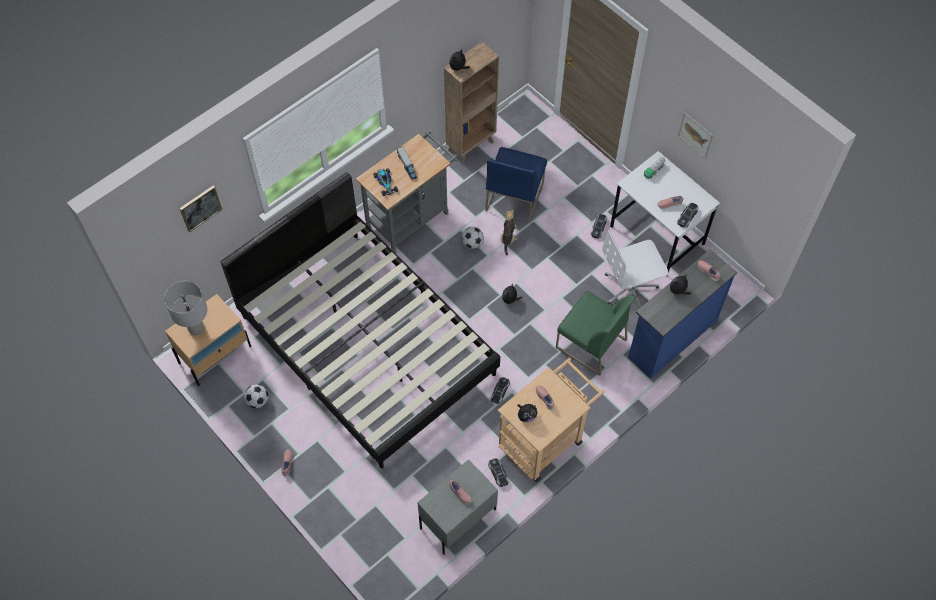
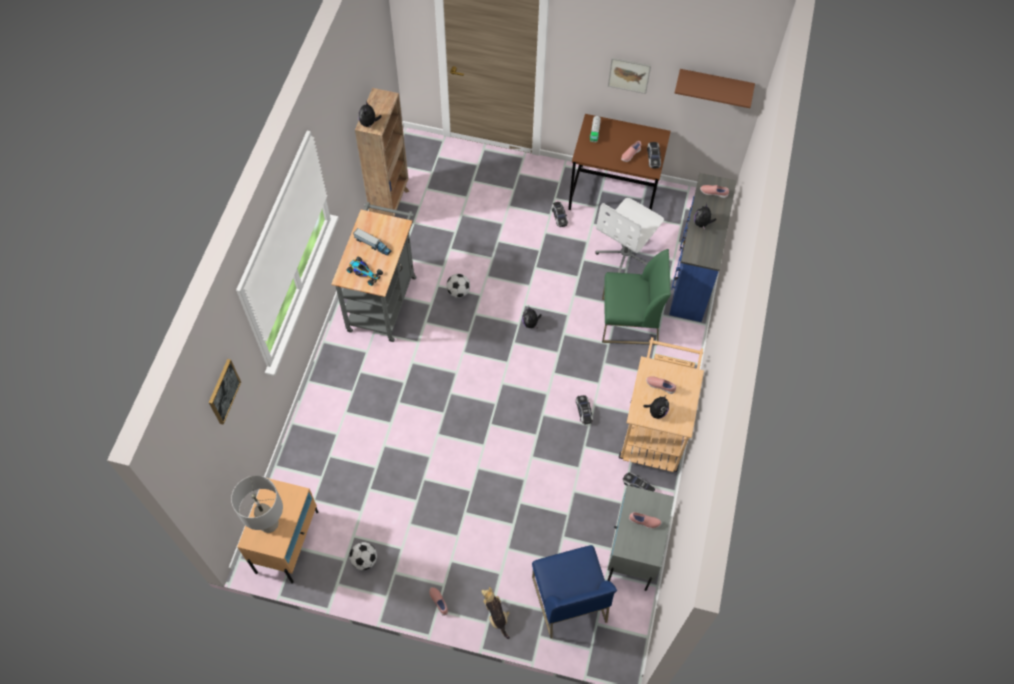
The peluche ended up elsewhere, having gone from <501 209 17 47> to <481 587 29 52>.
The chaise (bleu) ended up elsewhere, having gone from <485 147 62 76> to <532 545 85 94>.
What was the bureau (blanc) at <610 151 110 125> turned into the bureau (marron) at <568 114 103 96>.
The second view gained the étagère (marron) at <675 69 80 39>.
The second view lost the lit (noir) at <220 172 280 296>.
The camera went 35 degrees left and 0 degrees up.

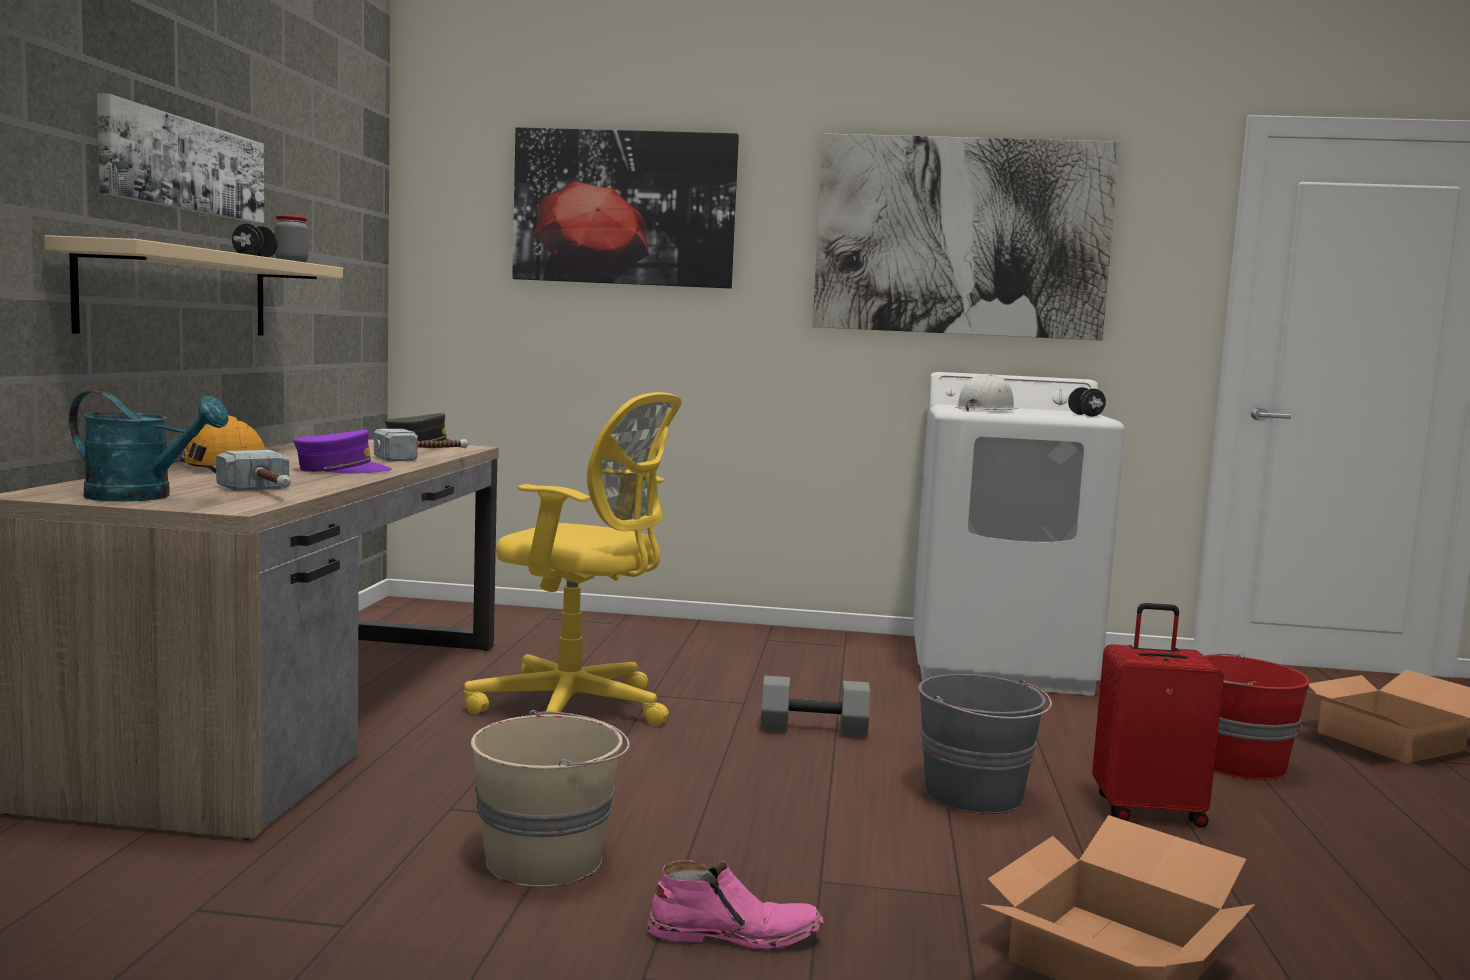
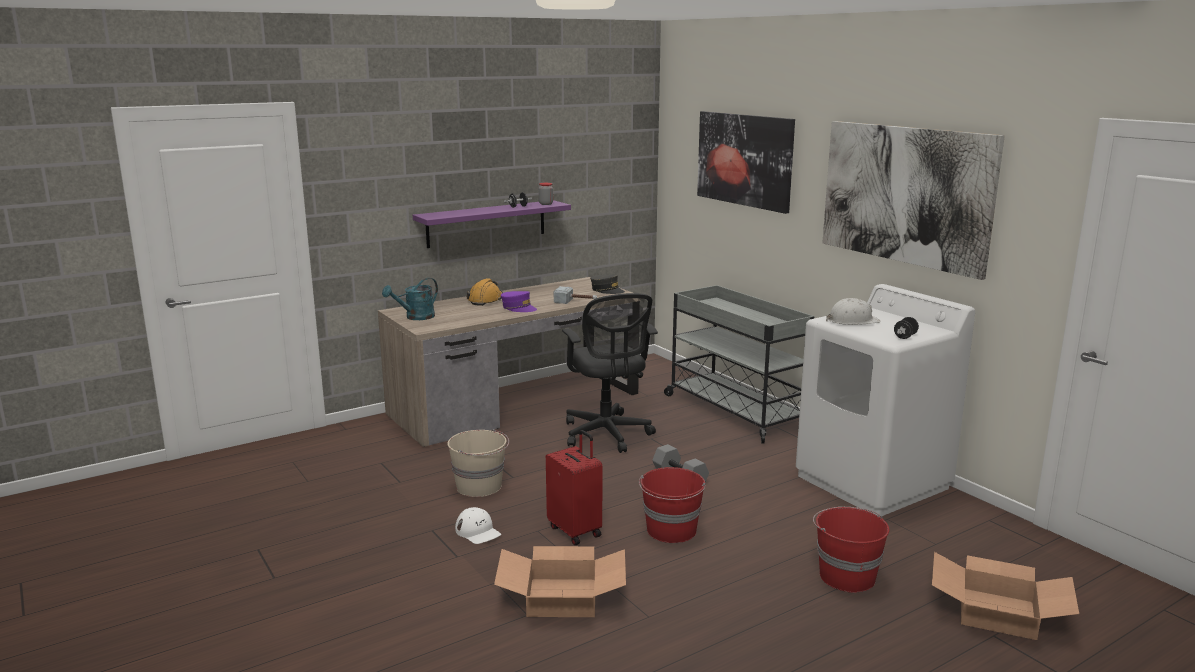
The arrosoir (turquoise) at <69 391 160 110> ended up facing another way, 75 degrees clockwise from before.
What was the étagère (beige) at <44 235 299 101> turned into the étagère (violet) at <413 200 158 48>.
Where the botte (rose) stood at <648 860 175 89>, the casquette (blanc) came to stand at <455 507 46 37>.
The valise (rouge) ended up elsewhere, having gone from <1092 603 132 224> to <546 430 56 115>.
What was the chaise de bureau (jaune) at <464 392 218 334> turned into the chaise de bureau (noir) at <562 293 96 160>.
What was the seau (gris) at <918 674 134 140> turned into the seau (rouge) at <639 467 67 76>.
The second view gained the chariot (gris) at <664 285 150 159>.
The second view lost the tableau at <97 93 167 130>.
The second view lost the marteau at <216 450 75 41>.
The camera went 50 degrees right and 10 degrees up.

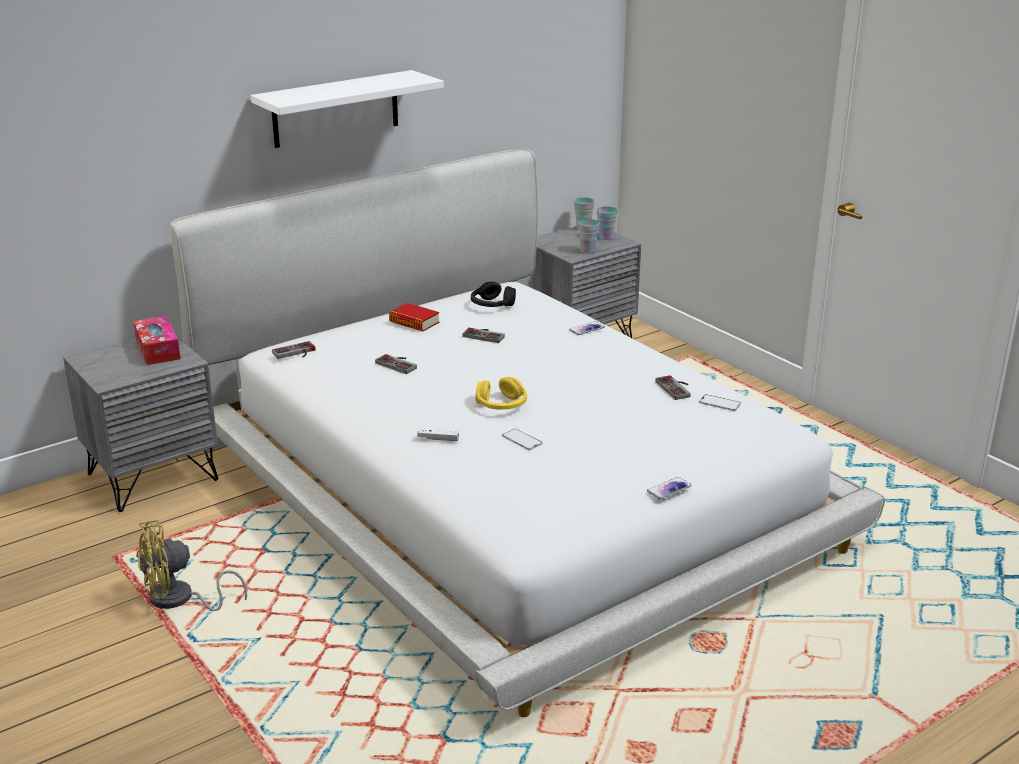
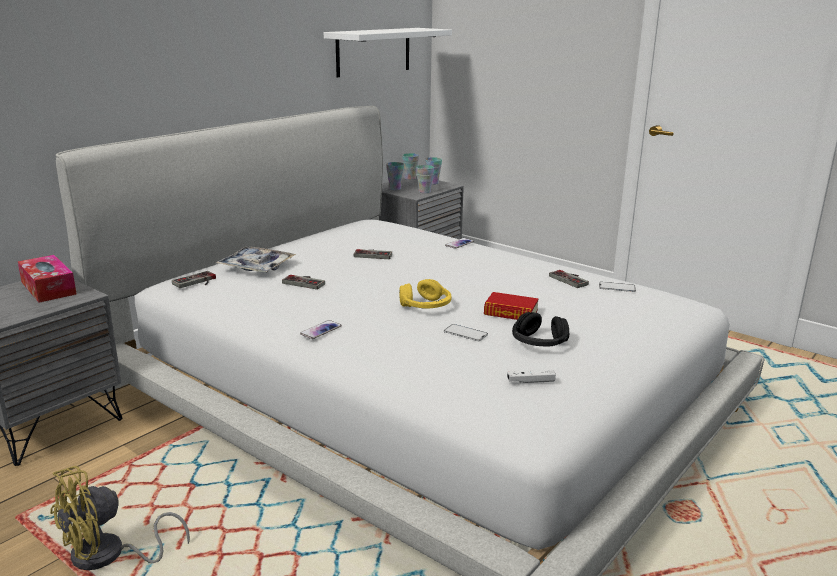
The second view gained the plateau at <216 246 80 27>.
The téléphone ended up elsewhere, having gone from <647 477 45 22> to <300 320 42 19>.
The étagère (blanc) ended up elsewhere, having gone from <251 70 193 78> to <324 28 128 50>.
The second view gained the tasse at <386 162 18 28>.
The livre ended up elsewhere, having gone from <389 303 51 28> to <484 292 55 28>.
The manette (blanc) ended up elsewhere, having gone from <417 428 42 13> to <507 369 49 14>.
The casque audio (noir) ended up elsewhere, having gone from <471 281 45 26> to <512 312 57 35>.
The camera went 15 degrees left and 5 degrees down.

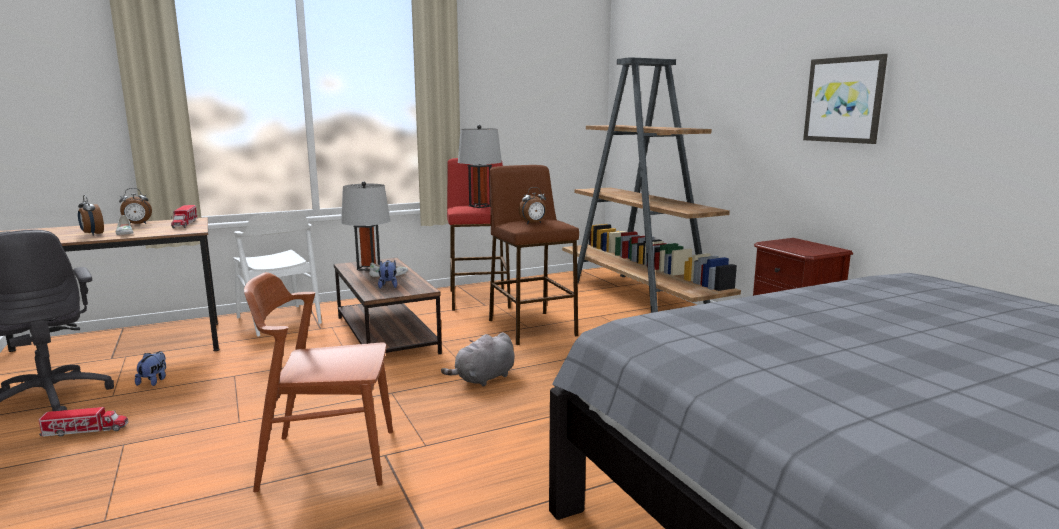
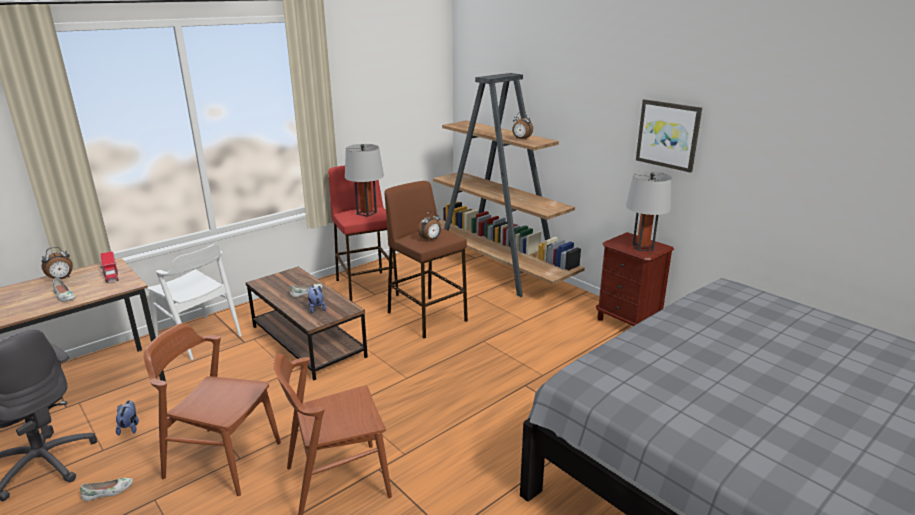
Where the camion jouet stood at <39 407 89 30>, the chaussure (blanc) came to stand at <80 478 53 23>.
The second view gained the chaise (marron) at <144 323 137 173>.
The réveil ended up elsewhere, having gone from <78 195 26 41> to <512 112 21 27>.
The lampe de table (gris) ended up elsewhere, having gone from <341 181 49 90> to <626 171 46 80>.
The second view lost the peluche (gris) at <441 332 74 55>.
The camera went 15 degrees left and 10 degrees up.

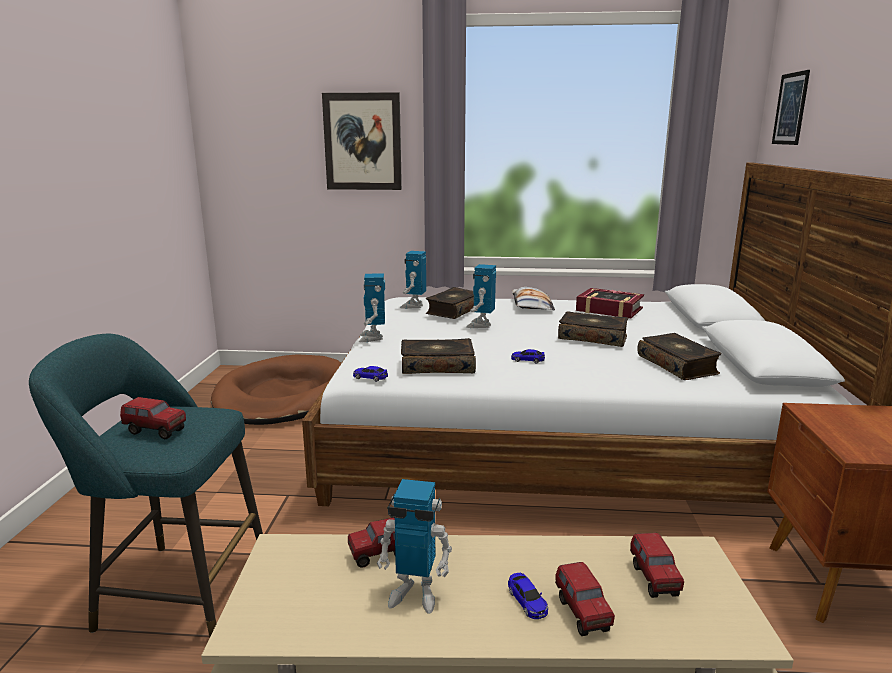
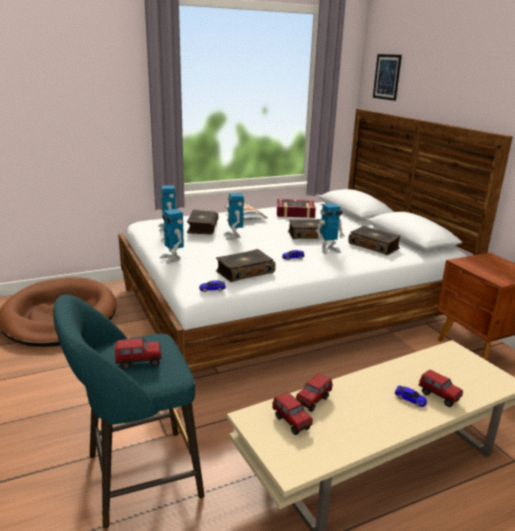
The camion jouet ended up elsewhere, having gone from <630 533 54 65> to <272 392 41 43>.
The robot jouet ended up elsewhere, having gone from <377 479 75 135> to <316 203 29 51>.
The second view lost the tableau at <322 92 80 98>.
The camera went 30 degrees left and 5 degrees up.

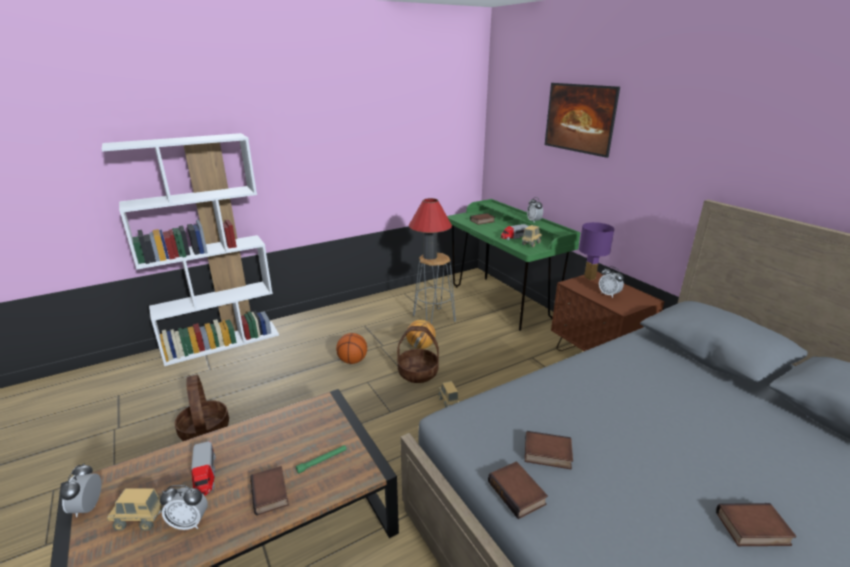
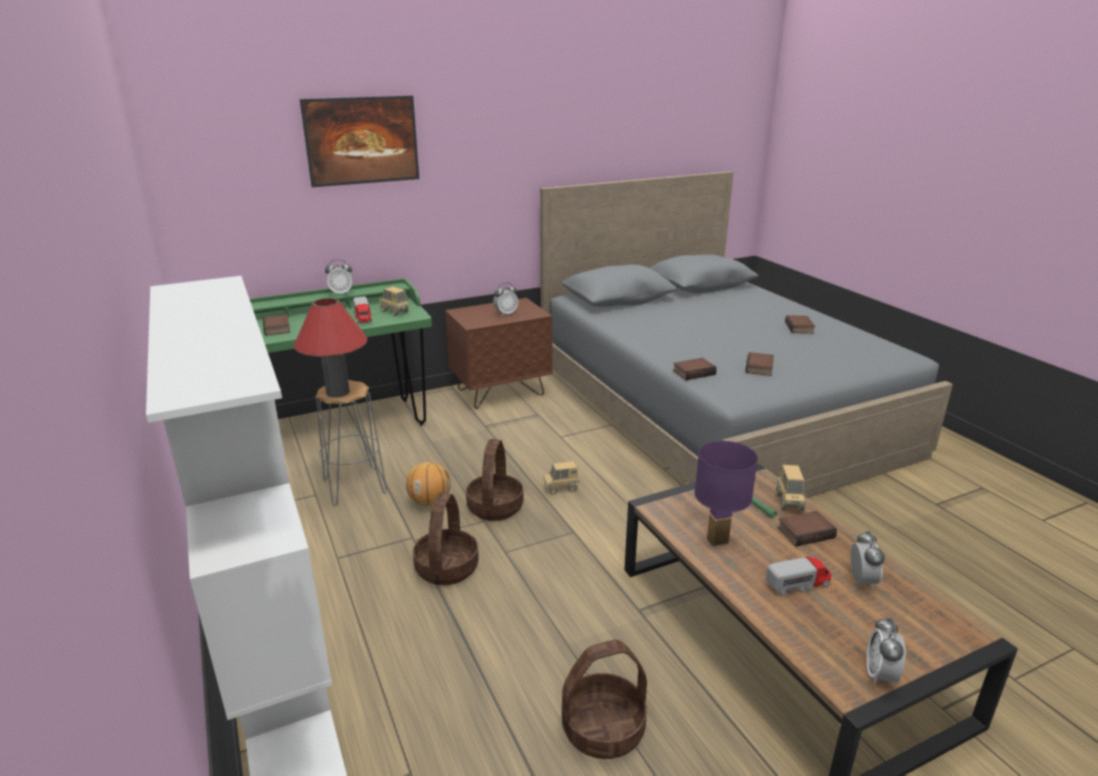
Where the ballon de basket stood at <336 333 31 31>, the panier came to stand at <413 493 66 92>.
The livre ended up elsewhere, having gone from <488 461 60 58> to <673 358 44 22>.
The lampe de table (violet) ended up elsewhere, having gone from <579 222 36 58> to <694 441 64 105>.
The camion jouet ended up elsewhere, having gone from <107 488 57 43> to <776 465 31 46>.
The réveil at <59 463 42 54> ended up facing another way, 105 degrees clockwise from before.
The camera went 85 degrees left and 0 degrees up.

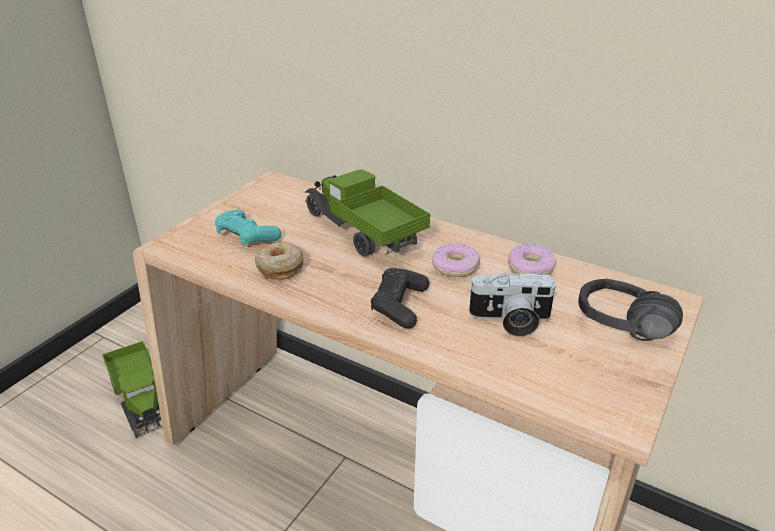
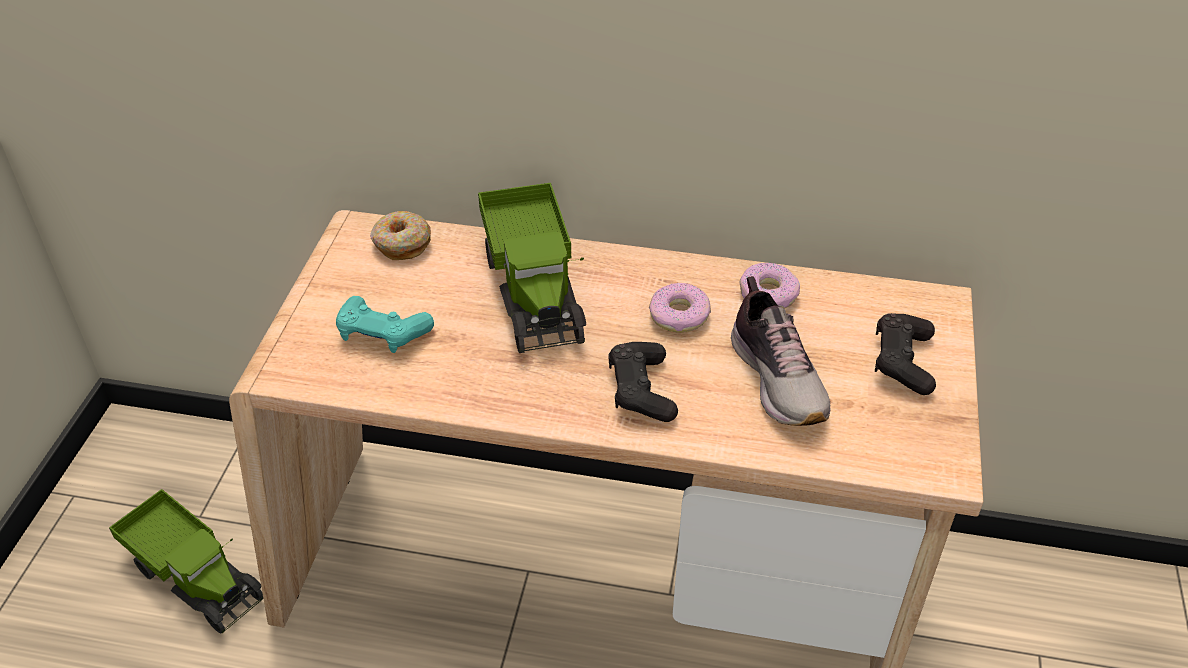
The beignet ended up elsewhere, having gone from <255 242 49 38> to <370 211 61 49>.
The camion jouet at <305 170 125 86> ended up facing another way, 135 degrees counterclockwise from before.
Where the appareil photo stood at <468 273 89 64>, the chaussure came to stand at <731 276 99 150>.
Where the casque audio (noir) stood at <578 279 105 62>, the manette (noir) came to stand at <875 313 61 82>.
The camera went 20 degrees left and 10 degrees up.

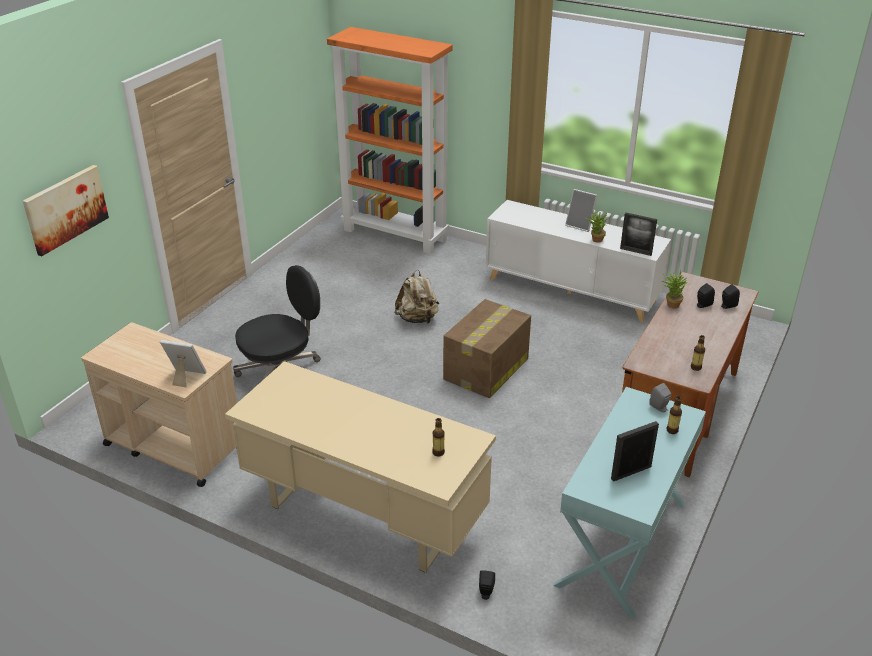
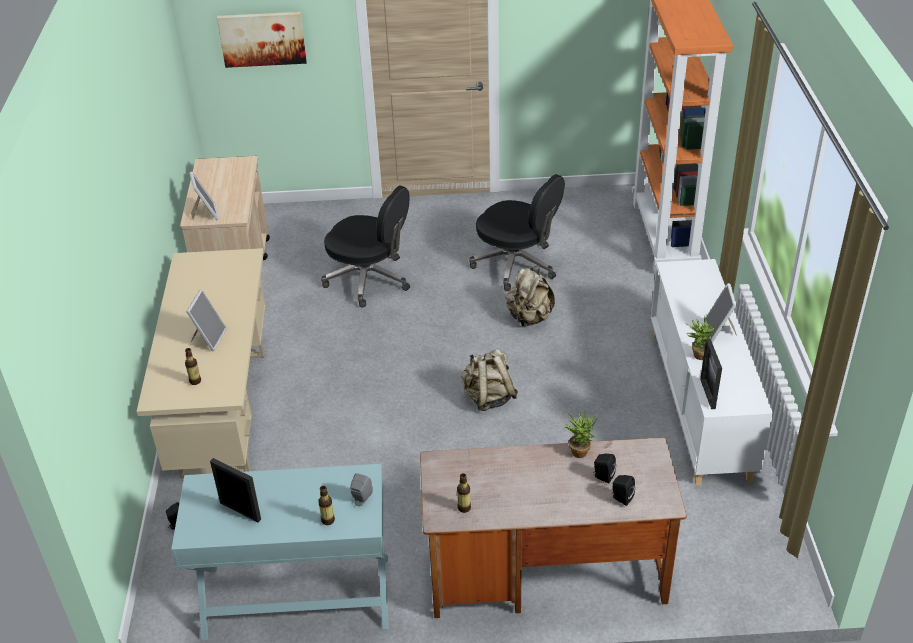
The second view gained the cadre photo at <186 289 41 62>.
Where the carton stood at <443 299 88 99>, the sac à dos (beige) came to stand at <461 348 57 63>.
The second view gained the chaise de bureau (noir) at <469 174 96 117>.
The camera went 60 degrees right and 5 degrees up.

